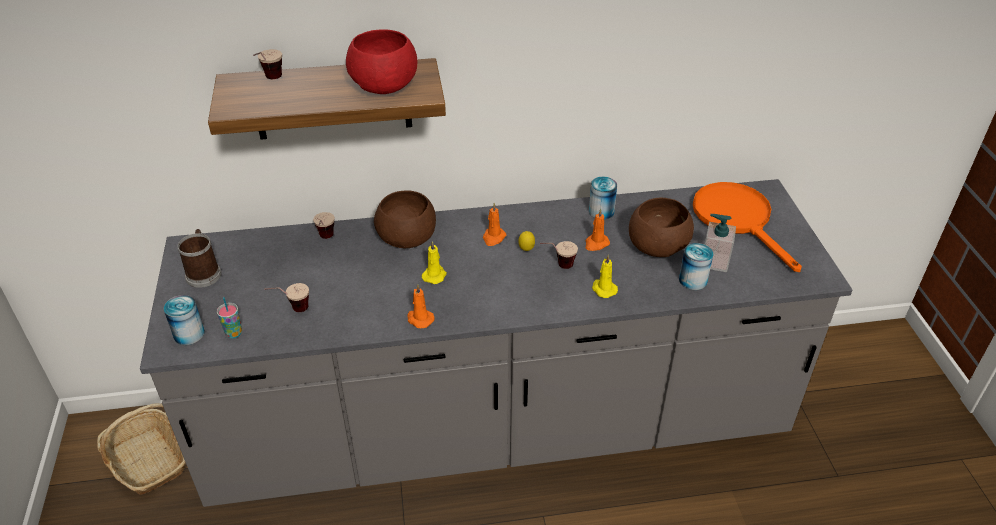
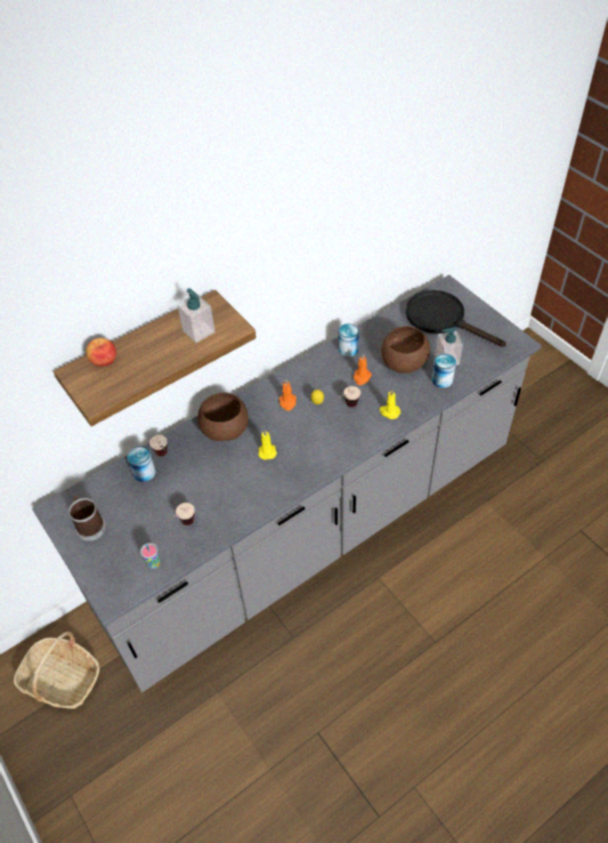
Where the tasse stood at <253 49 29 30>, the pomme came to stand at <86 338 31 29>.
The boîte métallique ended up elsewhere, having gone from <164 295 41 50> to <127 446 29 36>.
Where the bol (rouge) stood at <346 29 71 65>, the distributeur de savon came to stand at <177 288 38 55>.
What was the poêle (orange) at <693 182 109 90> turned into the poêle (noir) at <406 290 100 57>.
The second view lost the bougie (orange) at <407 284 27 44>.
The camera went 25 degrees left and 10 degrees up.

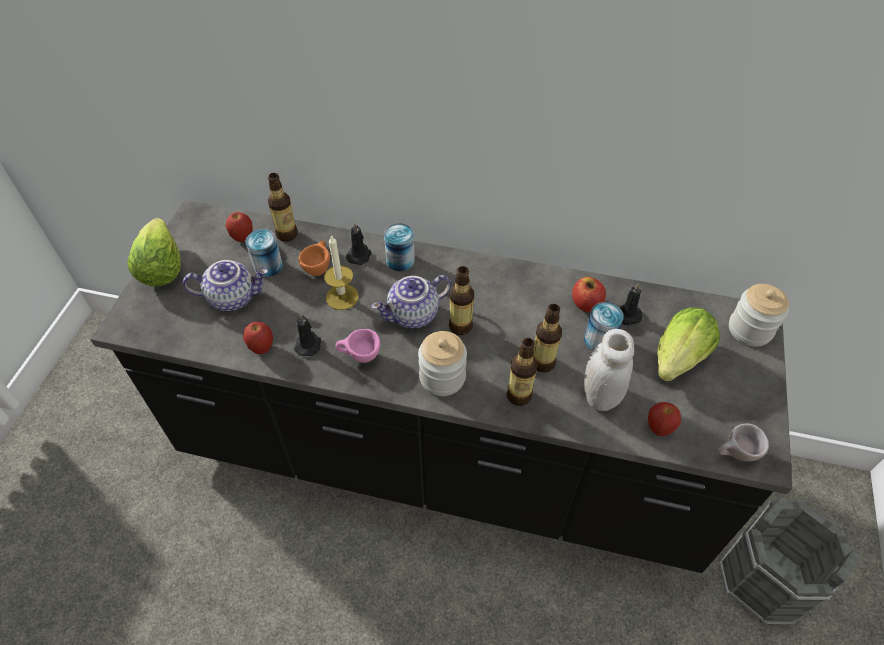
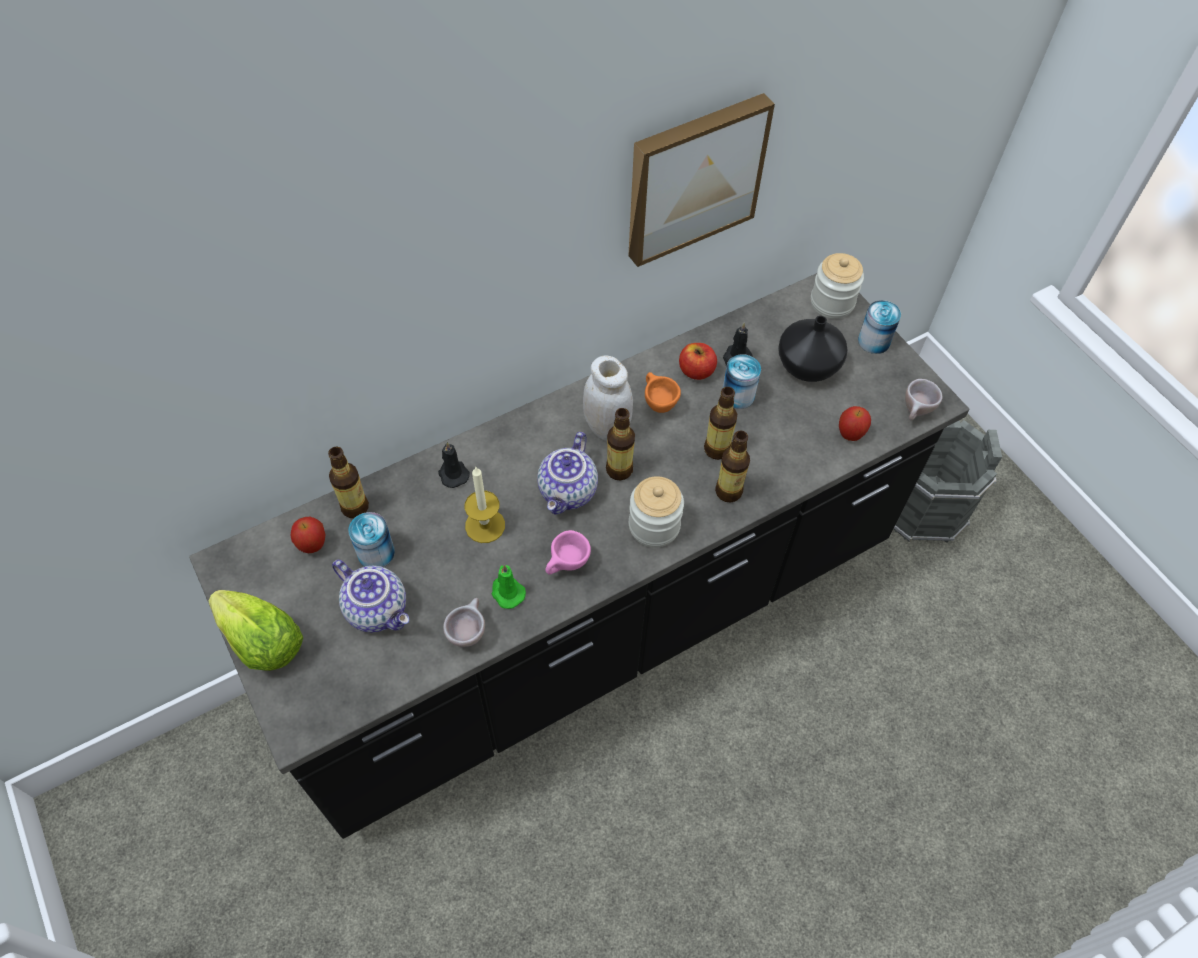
The théière at <183 260 85 51> ended up facing another way, 90 degrees clockwise from before.
Where the pomme stood at <243 322 30 32>, the tasse (beige) came to stand at <443 598 42 49>.
What was the bougie (noir) at <294 313 27 43> turned into the bougie (vert) at <491 564 35 45>.
The bocal (blanc) ended up elsewhere, having gone from <584 329 50 82> to <583 356 50 85>.
The second view gained the tableau at <628 93 147 174>.
The tasse (orange) ended up elsewhere, having gone from <299 240 31 36> to <645 372 36 41>.
Where the laitue stood at <657 307 63 74>, the vase (noir) came to stand at <778 316 70 66>.
The boîte métallique ended up elsewhere, having gone from <384 223 31 48> to <858 300 43 54>.
The camera went 45 degrees left and 5 degrees up.

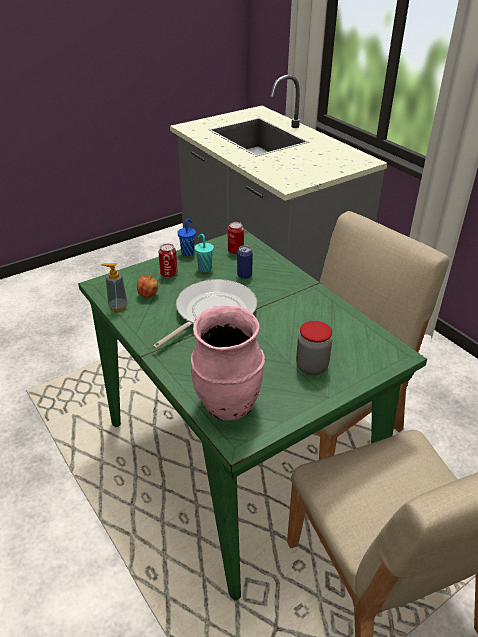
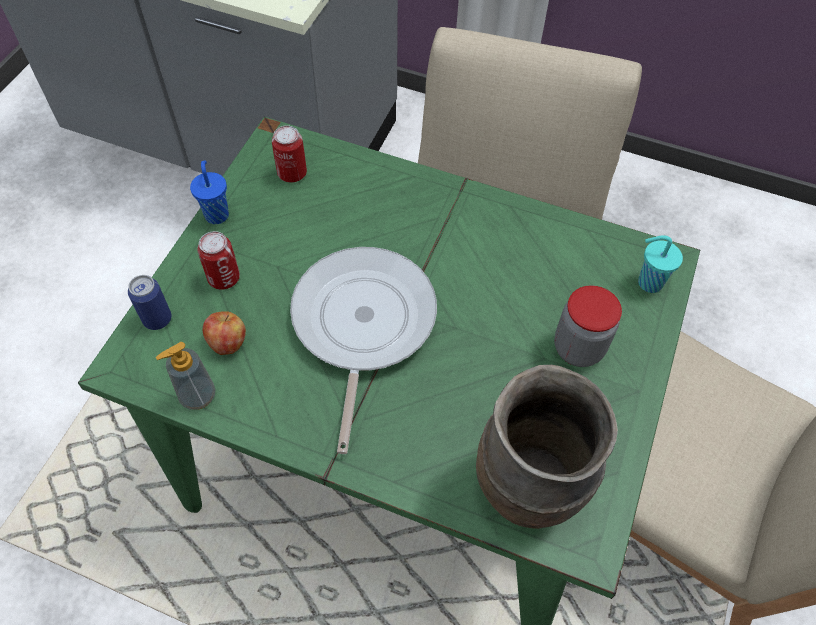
The boîte métallique ended up elsewhere, having gone from <237 245 16 34> to <128 275 43 55>.
What was the vase (rose) at <191 305 74 116> turned into the vase (marron) at <476 365 142 164>.
The tasse (turquoise) ended up elsewhere, having gone from <195 234 19 38> to <638 235 45 58>.
The camera went 35 degrees left and 20 degrees up.

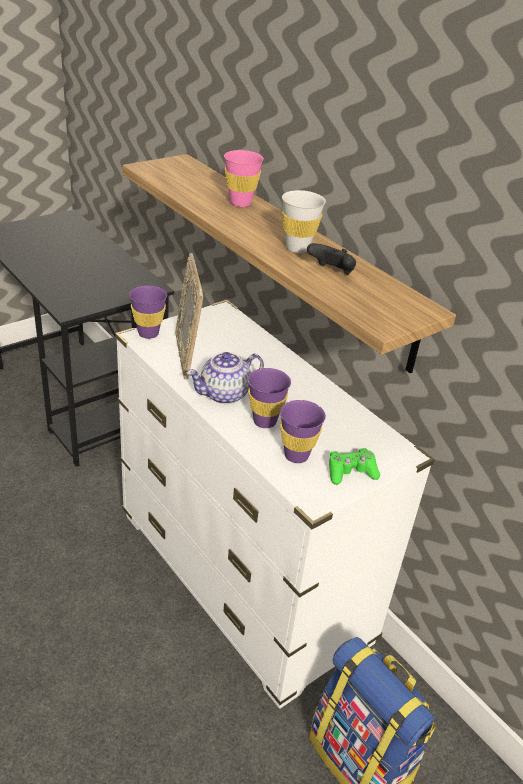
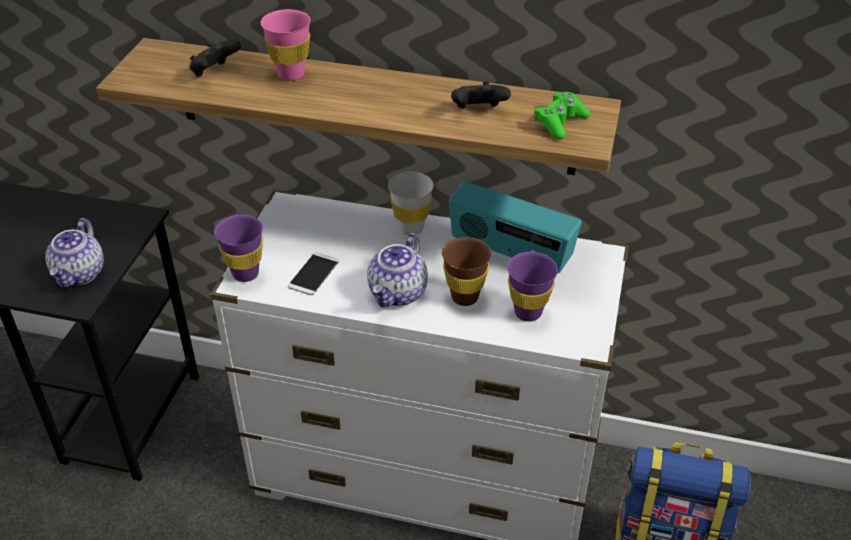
The second view gained the théière at <45 218 59 70>.
The second view gained the manette (noir) at <190 39 51 38>.
Where the cadre photo stood at <175 253 28 127>, the téléphone came to stand at <288 253 51 42>.
The tasse (blanc) ended up elsewhere, having gone from <282 190 44 63> to <388 172 46 63>.
What was the tasse (violet) at <248 368 43 60> turned into the tasse (marron) at <442 237 50 69>.
The second view gained the radio at <449 182 133 91>.
The manette (vert) ended up elsewhere, having gone from <329 448 51 37> to <534 92 56 47>.
The camera went 35 degrees left and 5 degrees up.

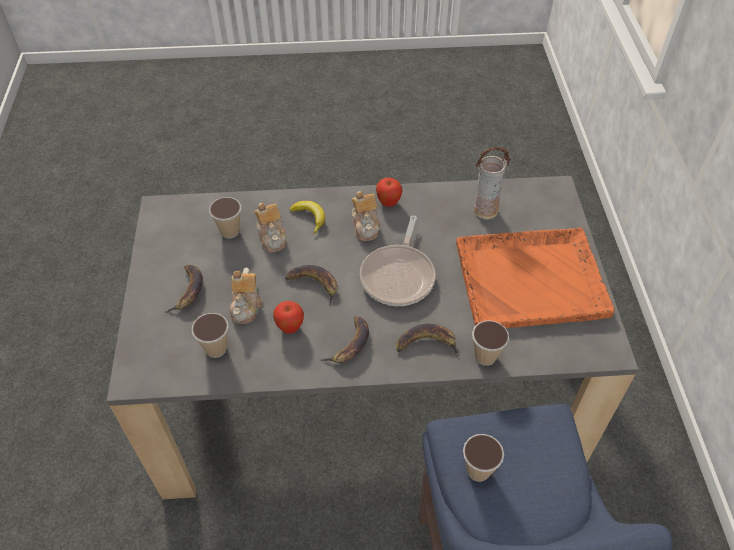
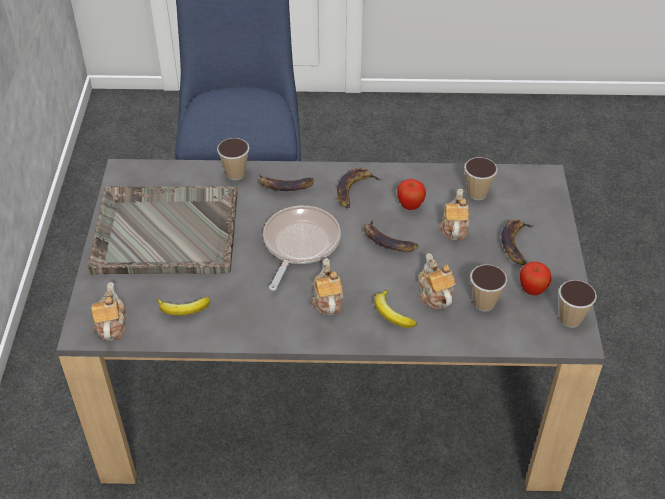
What was the plateau (orange) at <456 227 159 101> turned into the plateau (gris) at <88 186 150 89>.
The second view gained the théière at <91 282 35 59>.
Where the vase stood at <474 147 37 72>, the banane came to stand at <157 297 53 18>.
The pomme ended up elsewhere, having gone from <376 178 27 29> to <520 262 32 33>.
The tasse ended up elsewhere, having gone from <463 434 41 48> to <559 280 38 48>.
The camera went 175 degrees left and 5 degrees down.

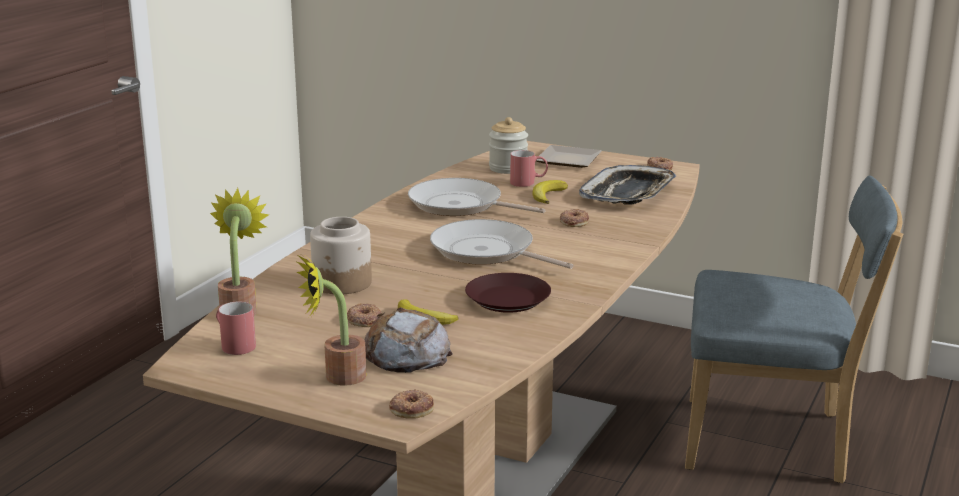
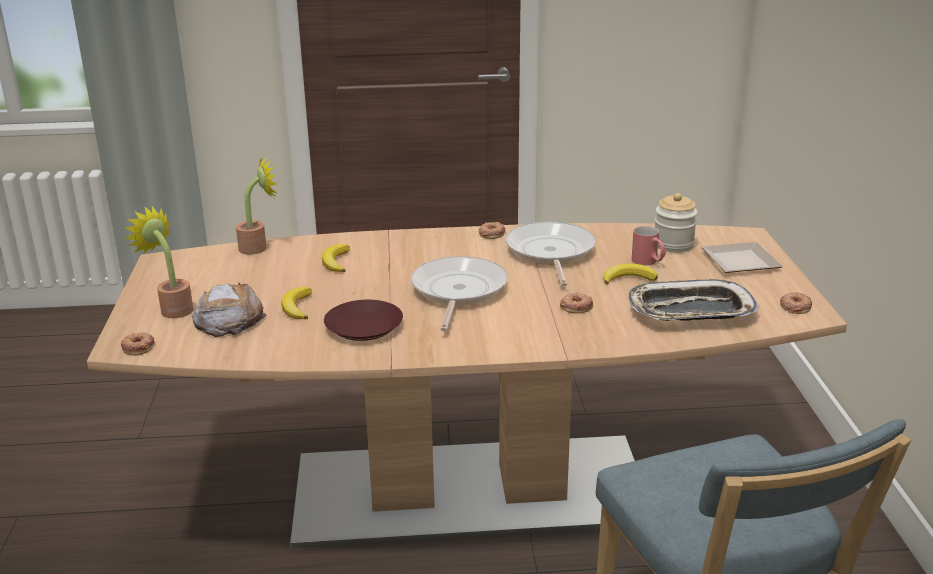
Where the bocal stood at <310 217 62 77>, the banane came to stand at <322 244 28 28>.
The beignet ended up elsewhere, having gone from <347 303 34 24> to <479 222 26 17>.
The second view lost the mug (rouge) at <216 302 40 53>.
The camera went 60 degrees right and 5 degrees up.

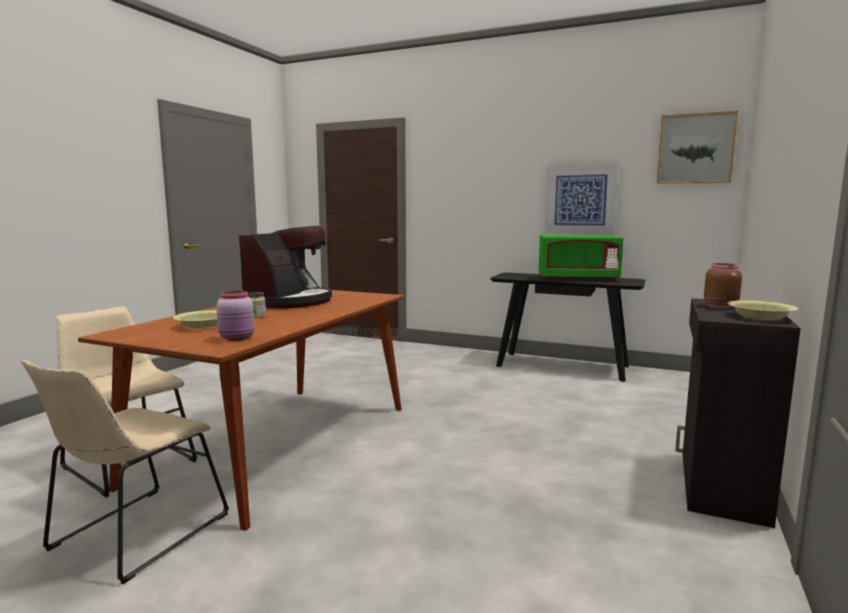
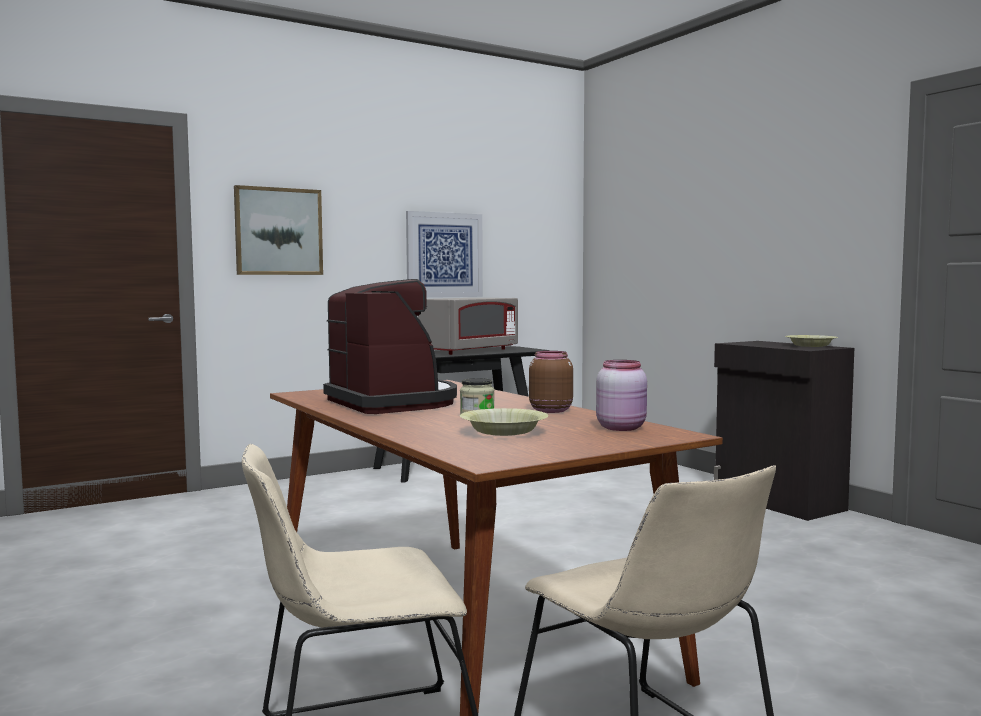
The tableau ended up elsewhere, having gone from <657 111 81 73> to <234 185 89 90>.
What was the micro-ondes (vert) at <539 235 84 46> turned into the micro-ondes (gris) at <418 298 100 57>.
The bocal (marron) ended up elsewhere, having gone from <704 263 38 46> to <529 351 44 62>.
The camera went 55 degrees left and 5 degrees down.

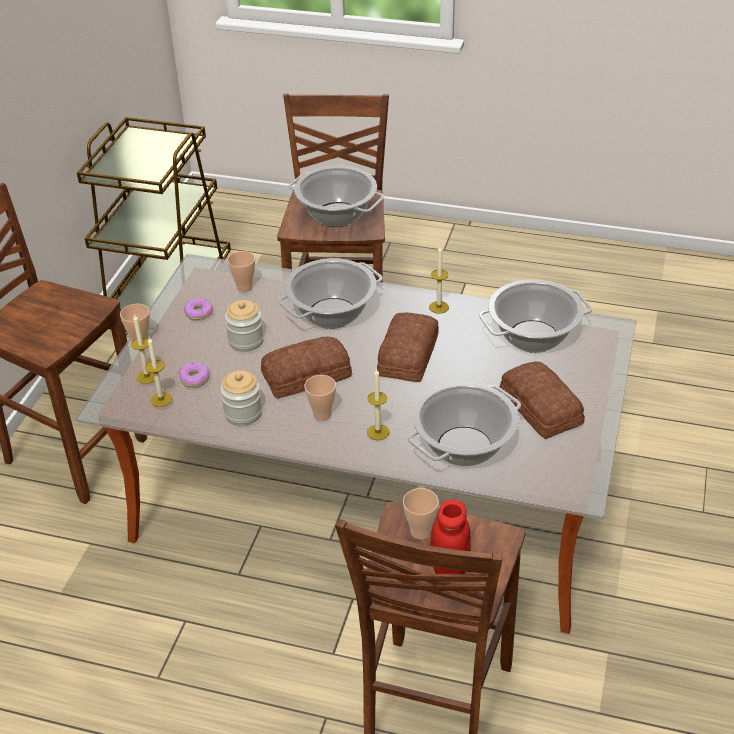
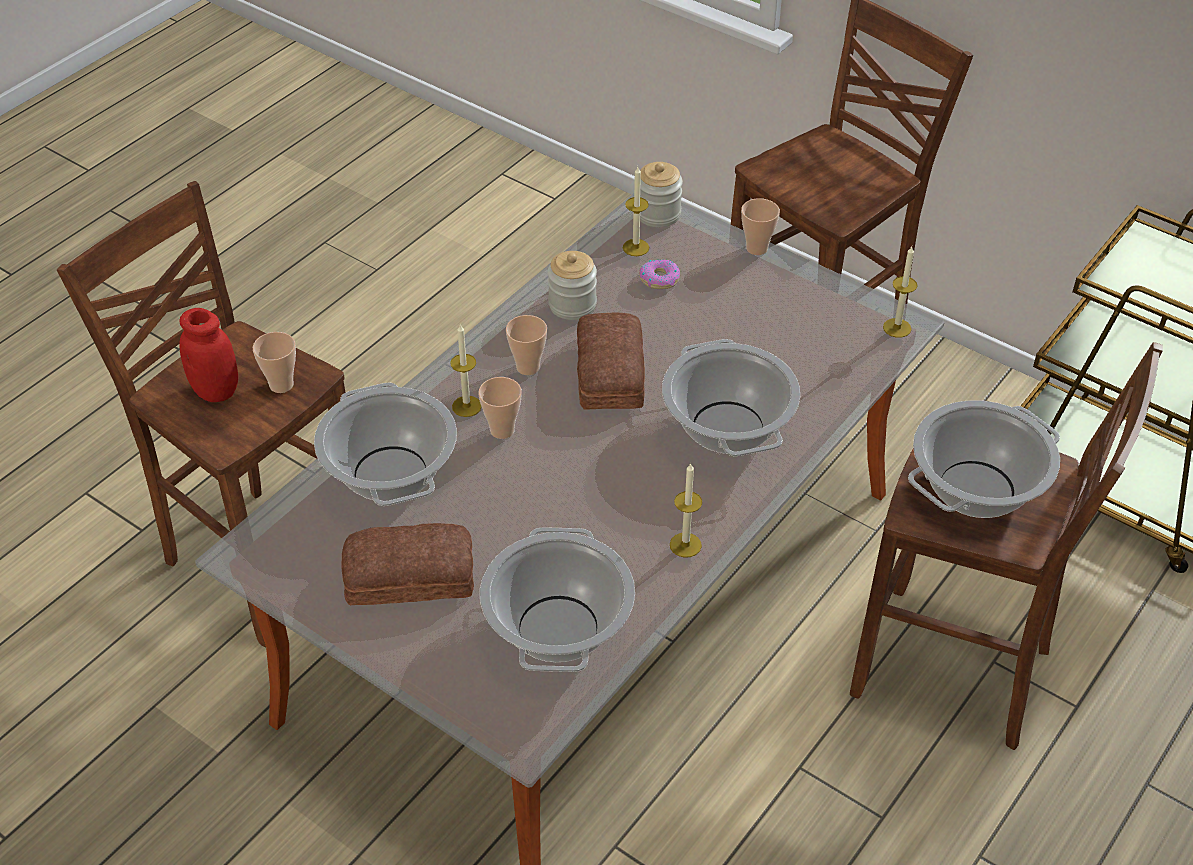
The tasse ended up elsewhere, having gone from <227 251 28 41> to <478 377 44 62>.
The bocal ended up elsewhere, having gone from <225 300 39 51> to <640 162 43 65>.
The bougie ended up elsewhere, having gone from <131 315 24 69> to <883 247 34 91>.
The second view lost the beignet at <184 298 29 22>.
The second view lost the pain at <377 313 62 69>.
The camera went 110 degrees right and 5 degrees up.

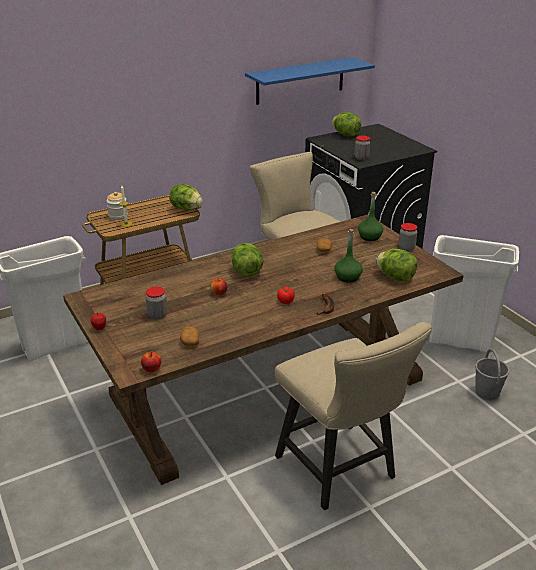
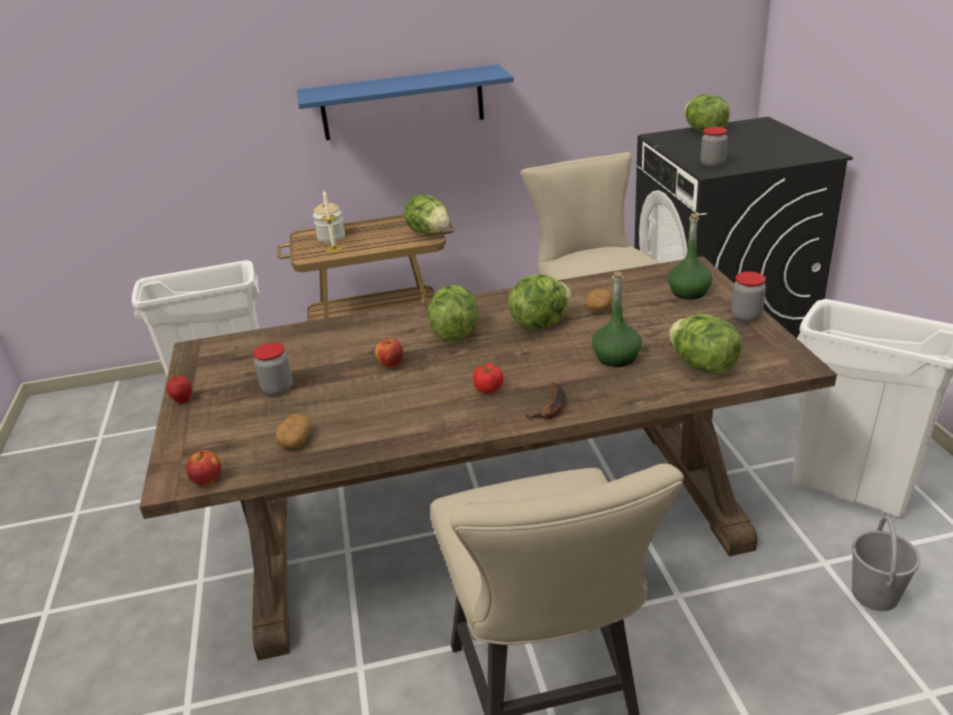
The étagère (bleu) ended up elsewhere, having gone from <245 57 130 48> to <297 65 217 75>.
The second view gained the laitue at <508 275 64 54>.
The camera went 20 degrees right and 0 degrees up.

